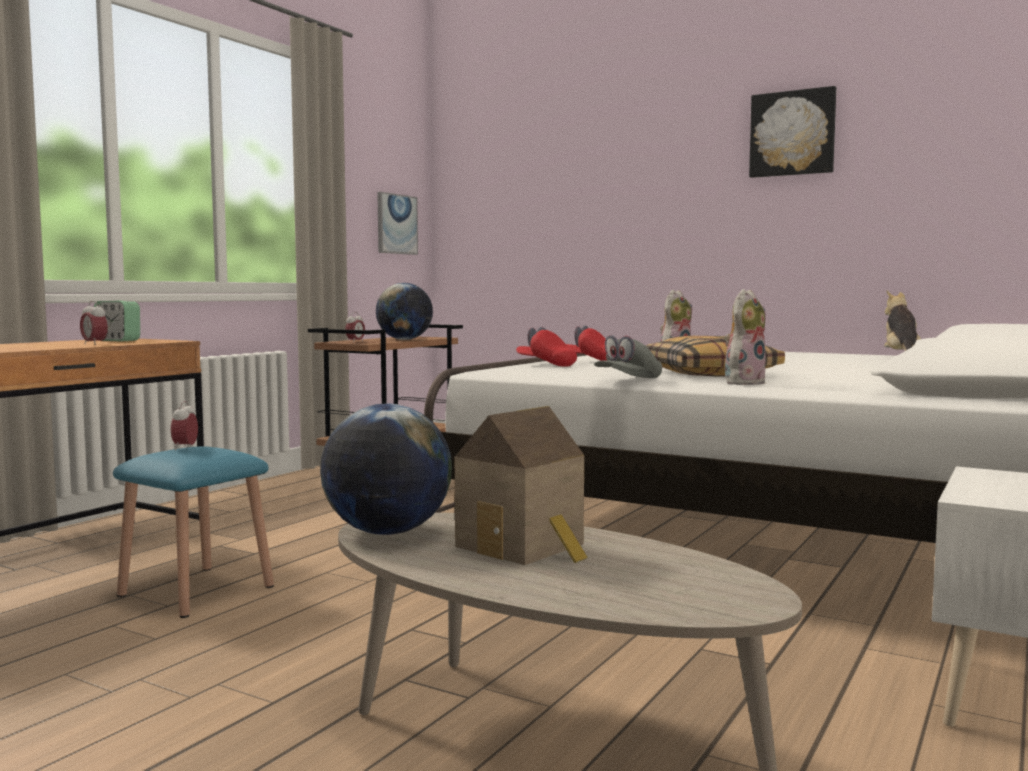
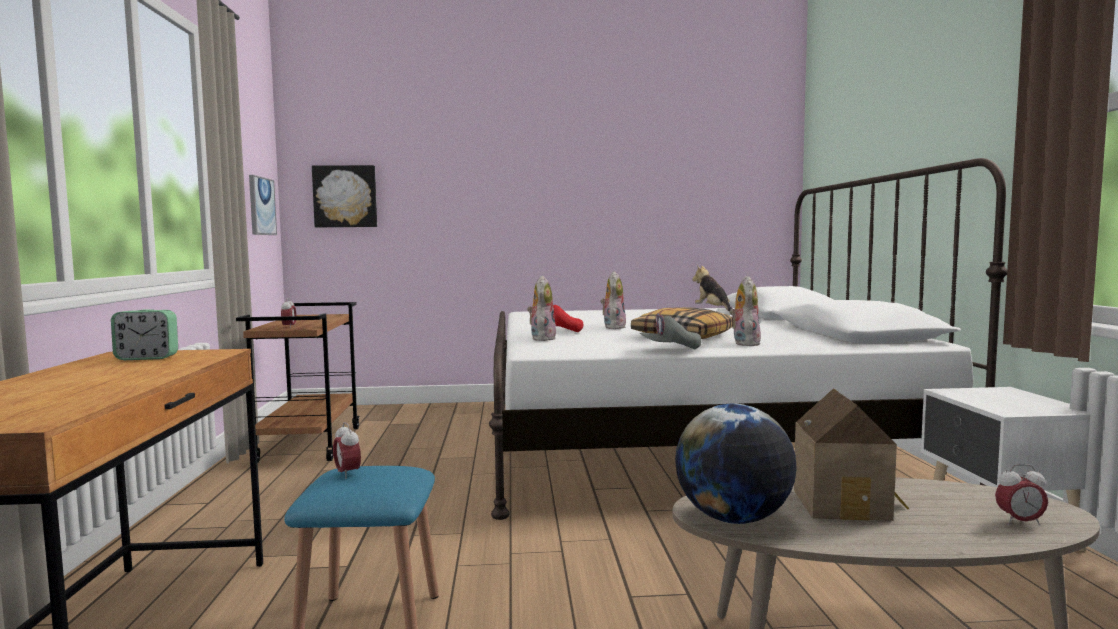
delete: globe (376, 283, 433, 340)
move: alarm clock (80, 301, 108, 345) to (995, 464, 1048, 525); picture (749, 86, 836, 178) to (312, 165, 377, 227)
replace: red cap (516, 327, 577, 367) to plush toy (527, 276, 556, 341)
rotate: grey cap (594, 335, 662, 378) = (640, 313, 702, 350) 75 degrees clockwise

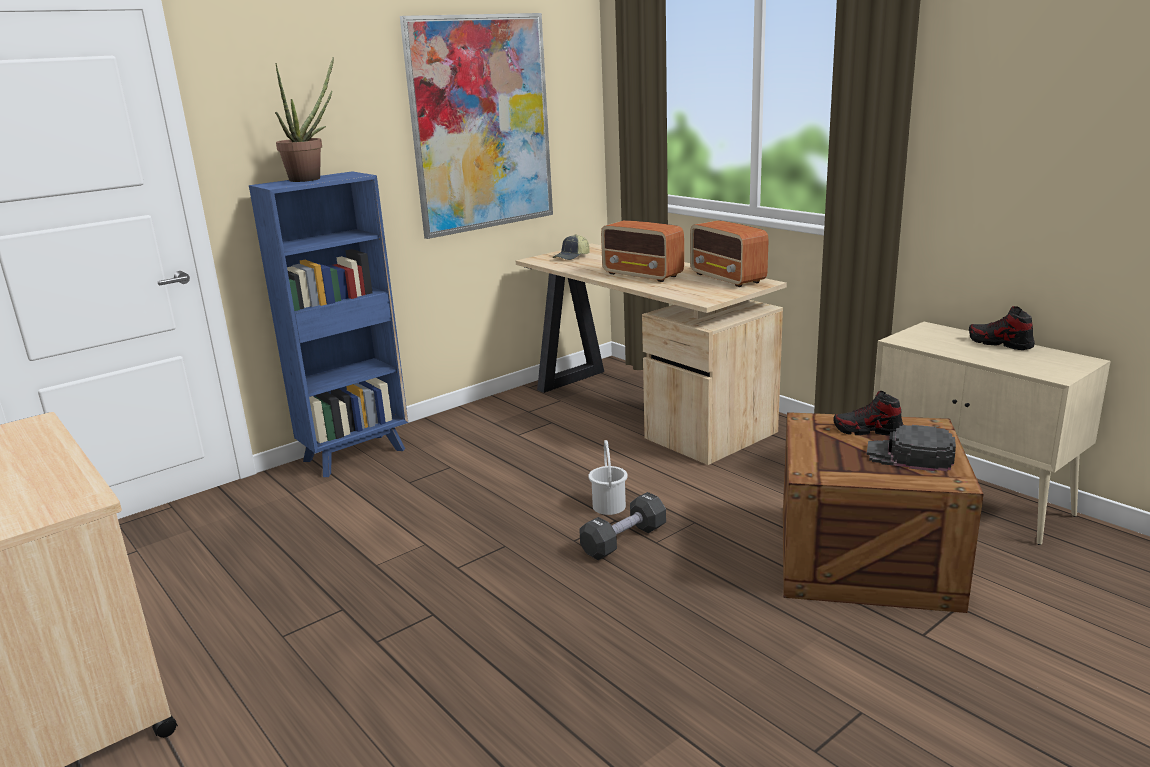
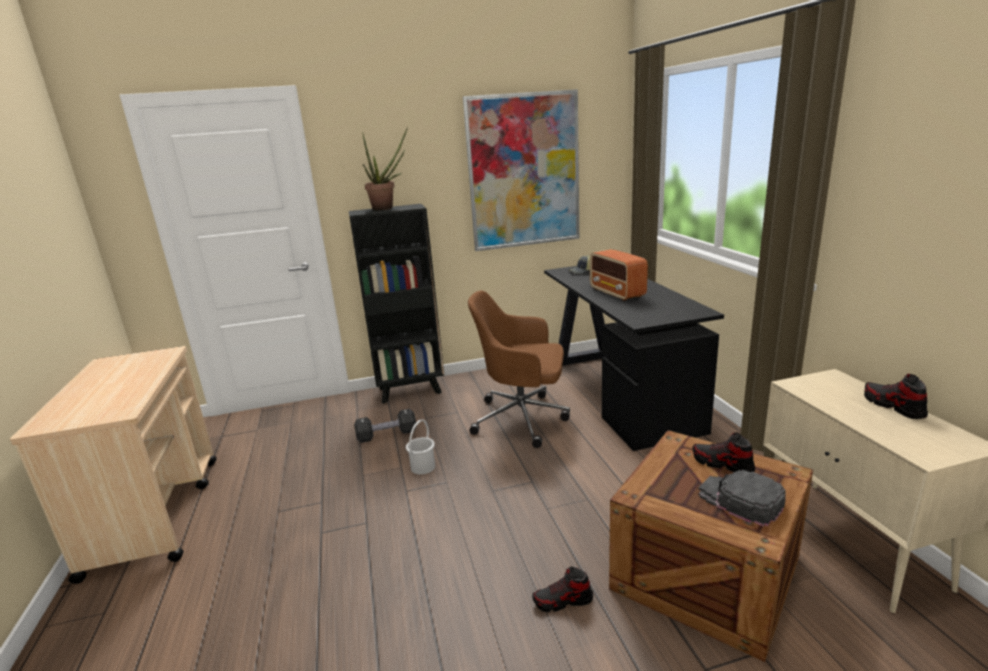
delete: radio (690, 220, 769, 287)
insert: brown office chair (468, 290, 570, 448); shoe (532, 567, 593, 612)
move: black dumbbell (580, 492, 666, 560) to (354, 409, 416, 443); white bucket (589, 440, 628, 515) to (406, 419, 435, 475)
recolor: blue bookcase (249, 172, 408, 477) to black bookcase (349, 204, 444, 404); beige desk (516, 243, 787, 465) to black desk (544, 266, 724, 451)

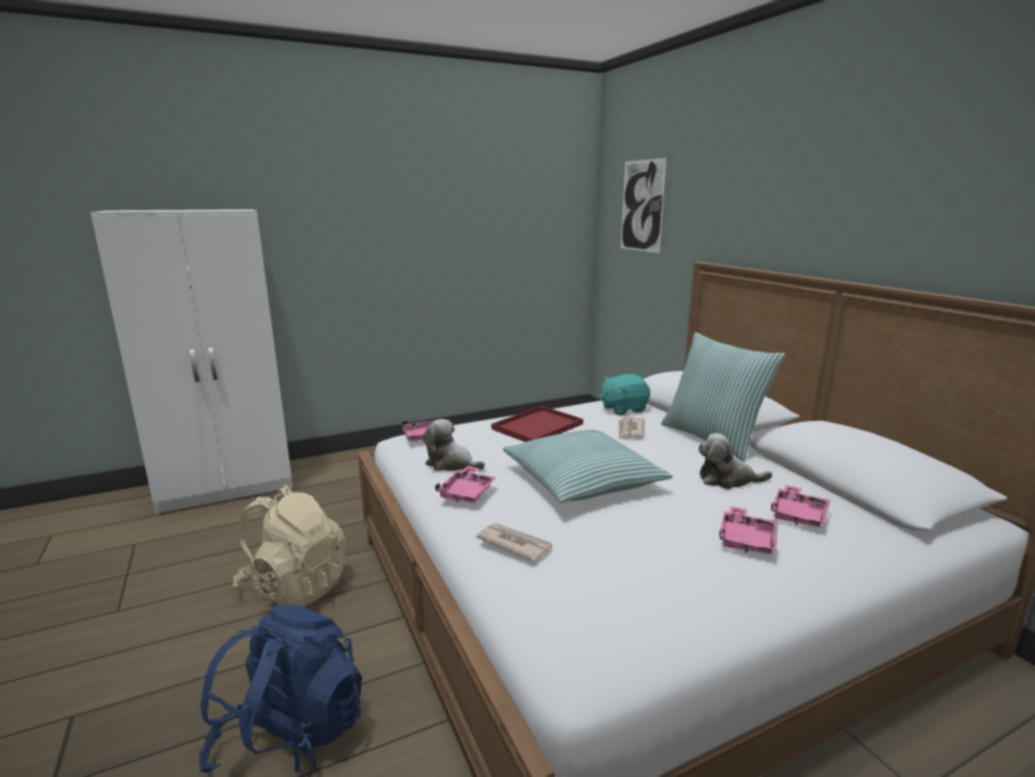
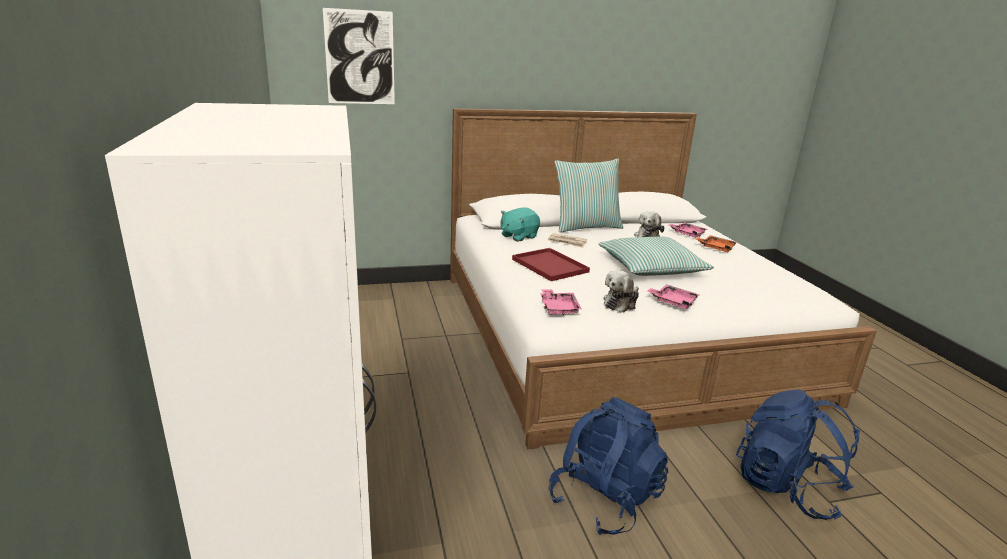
delete: newspaper (476, 523, 552, 562)
recolor: beige backpack (233, 485, 345, 607) to blue backpack (548, 397, 668, 535); pink tray (719, 506, 778, 554) to orange tray (695, 235, 737, 252)
rotate: turquoise plush toy (600, 374, 650, 415) = (500, 208, 540, 242) 60 degrees clockwise

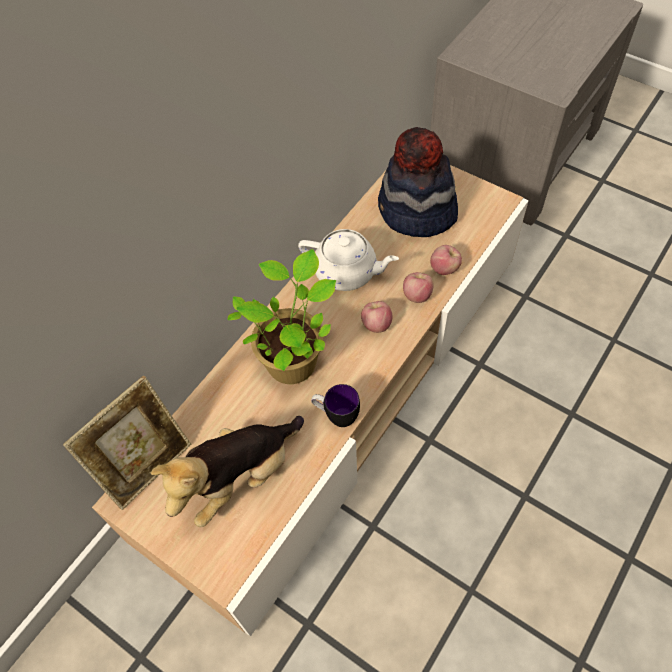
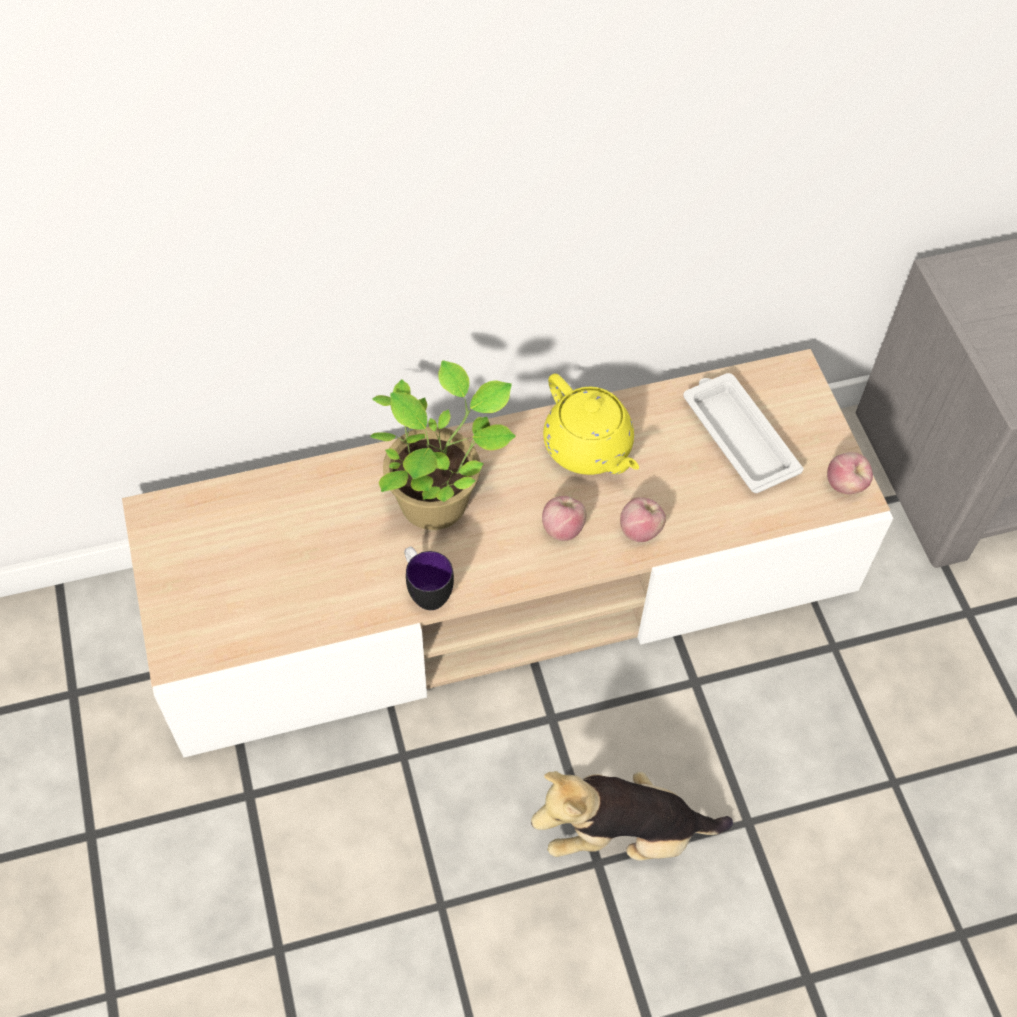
delete: picture frame (63, 376, 191, 510)
move: plush toy (151, 416, 304, 527) to (531, 771, 733, 861); apple (430, 245, 462, 275) to (827, 452, 873, 494)
replace: hat (378, 127, 458, 237) to white tray (683, 373, 804, 493)
recolor: white teapot (298, 229, 399, 291) to yellow teapot (543, 374, 639, 475)

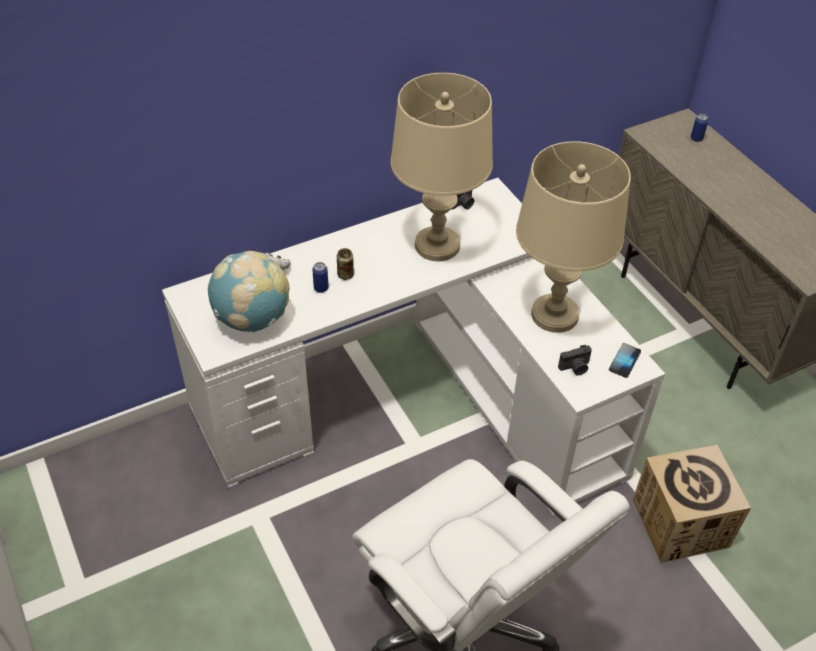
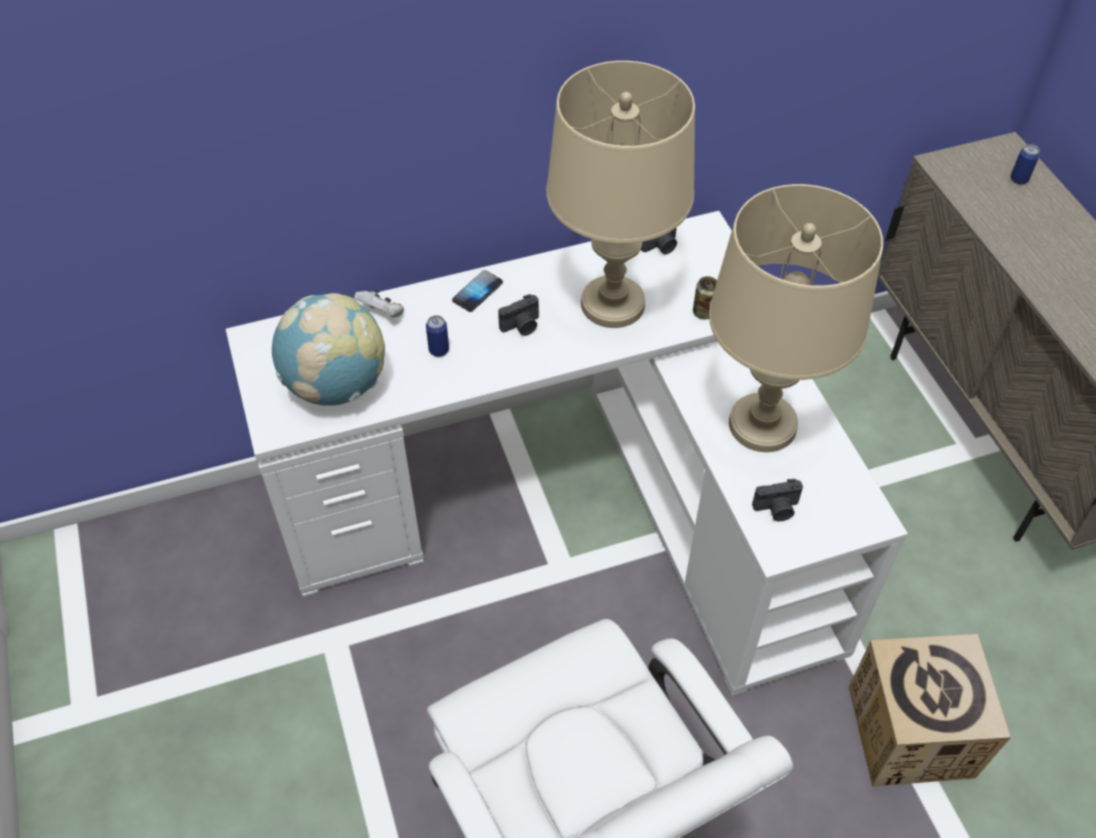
insert: photo camera (498, 294, 539, 336)
move: can (337, 248, 354, 280) to (693, 276, 717, 319); phone (609, 343, 641, 378) to (452, 270, 503, 312)

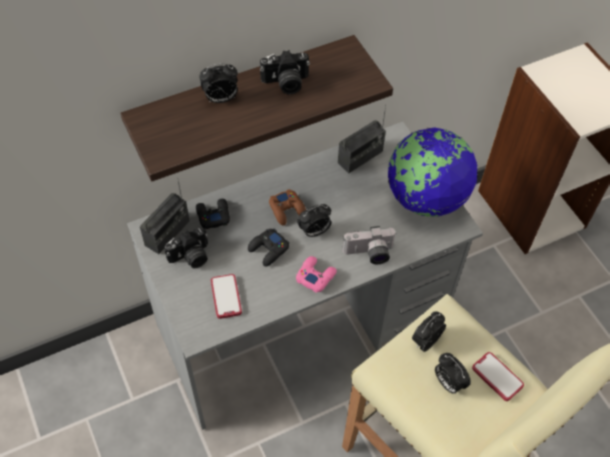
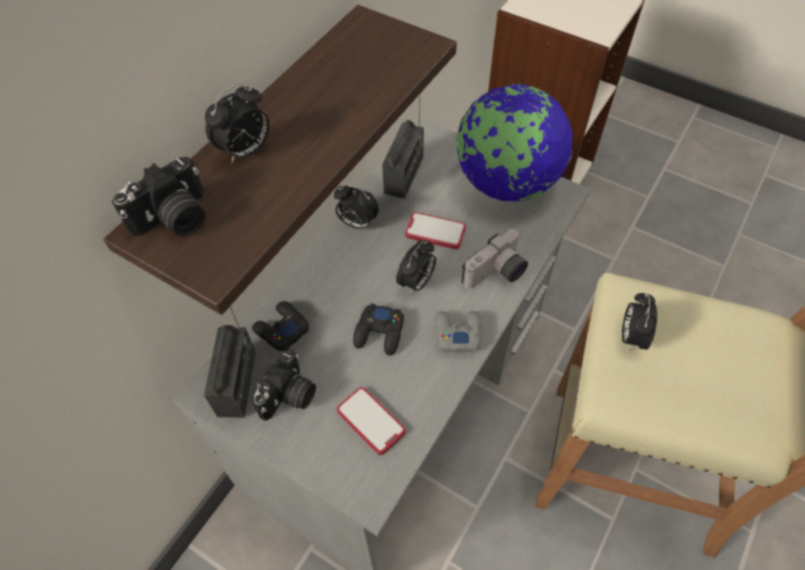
delete: brown game controller (269, 189, 306, 225)
move: photo camera (260, 50, 310, 95) to (112, 157, 205, 236); alarm clock (435, 353, 471, 394) to (334, 184, 379, 229); phone (472, 352, 524, 401) to (405, 212, 466, 249)
recolor: pink game controller (296, 256, 337, 293) to grey game controller (435, 311, 481, 352)

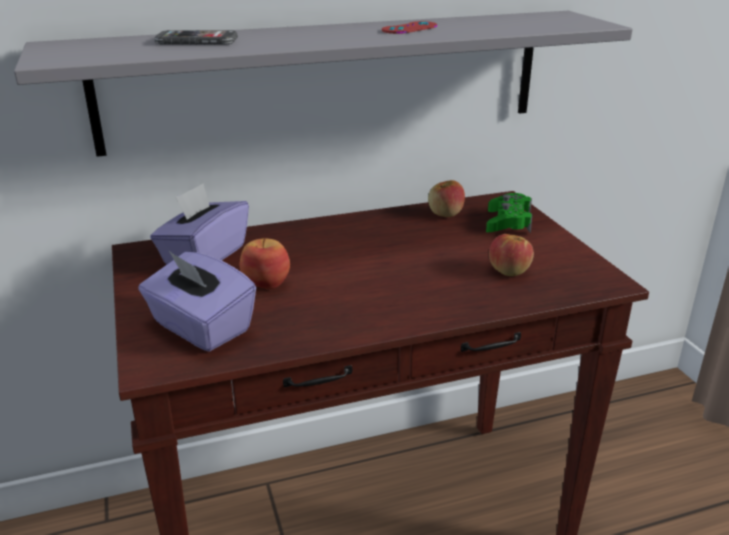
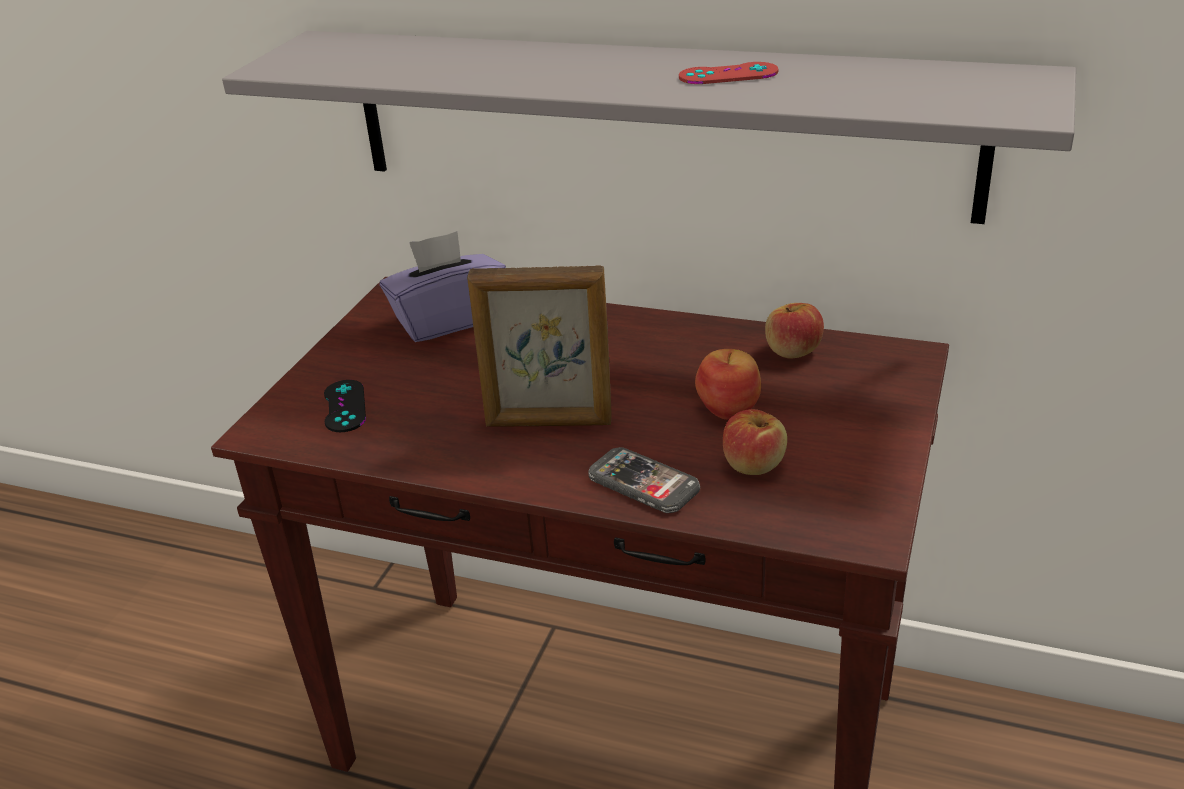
delete: green game controller (486, 193, 532, 234)
insert: picture frame (467, 265, 612, 427)
move: phone (154, 30, 238, 45) to (588, 447, 700, 513); apple (239, 238, 290, 289) to (695, 349, 761, 420)
replace: purple tissue box (138, 250, 256, 352) to black game controller (324, 380, 366, 432)

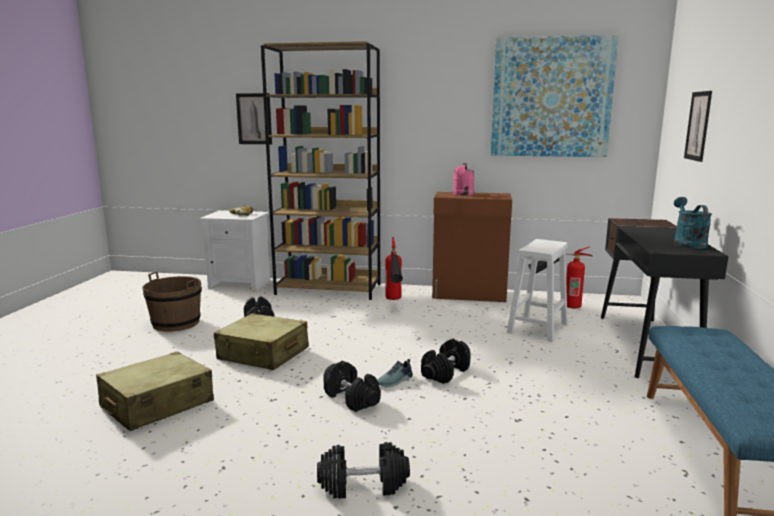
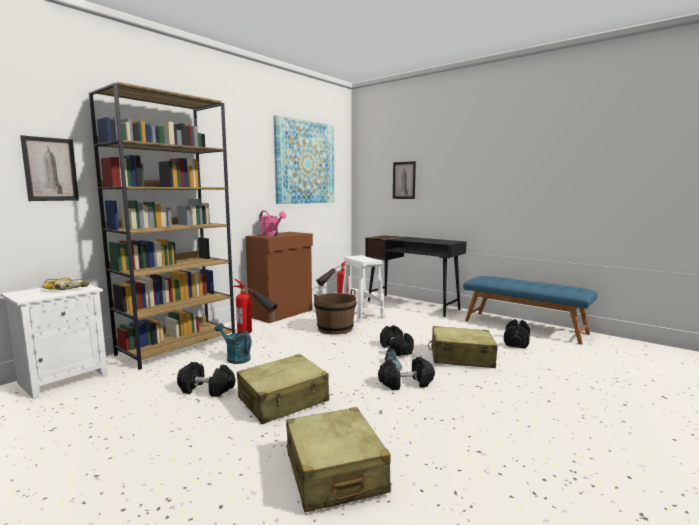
insert: beige suitcase (428, 326, 498, 368)
move: brown bucket (142, 272, 202, 332) to (314, 289, 356, 335); black dumbbell (317, 442, 410, 498) to (504, 319, 530, 348); turquoise watering can (674, 197, 712, 249) to (215, 323, 252, 364)

